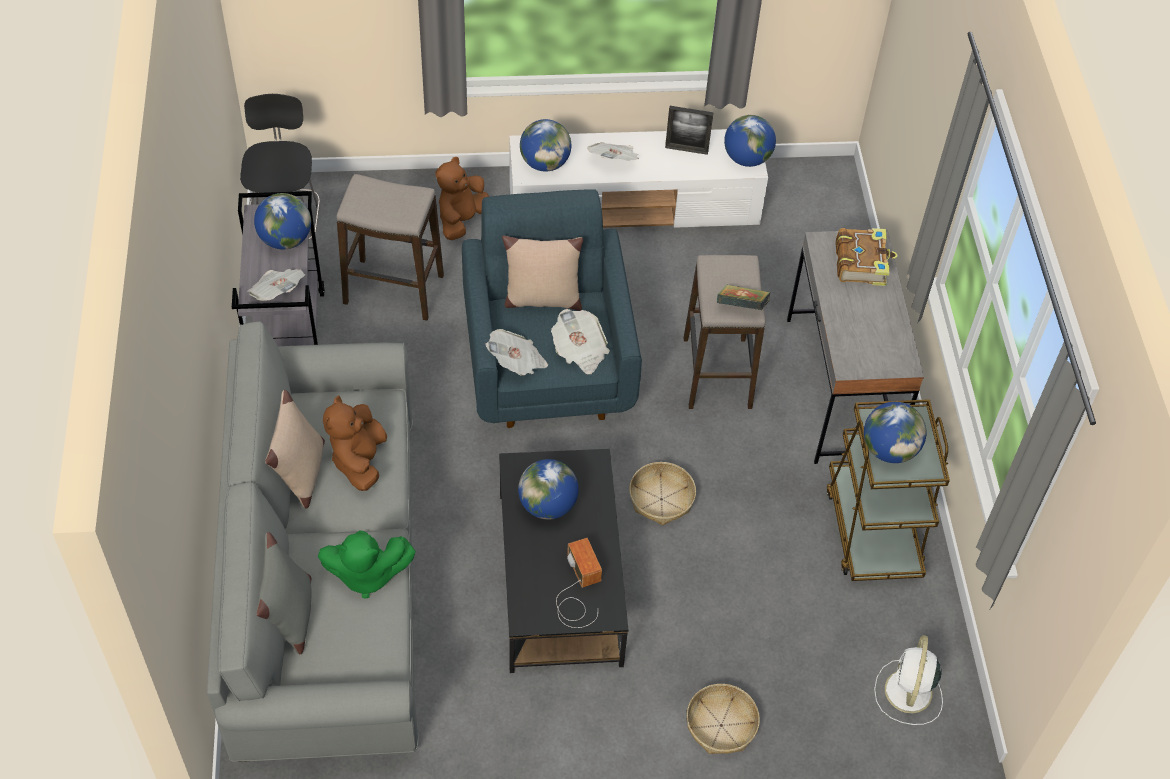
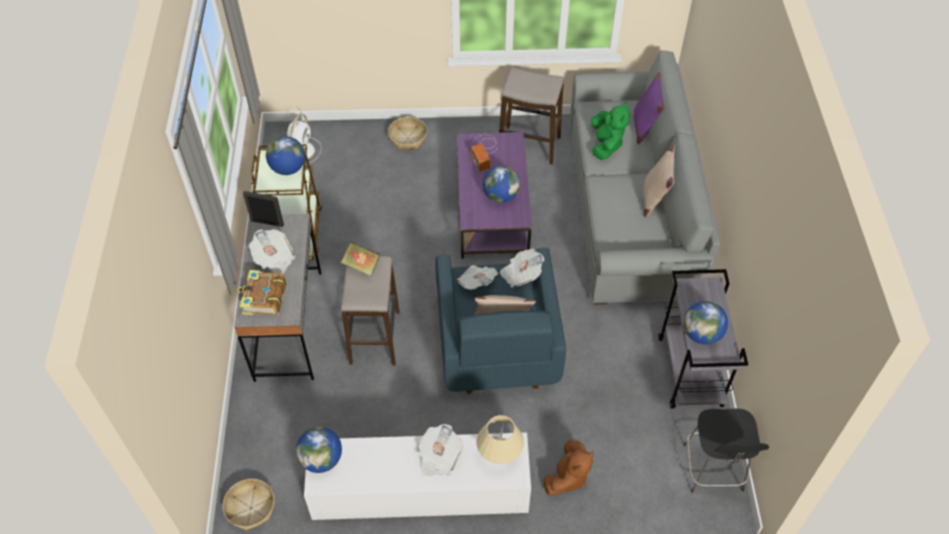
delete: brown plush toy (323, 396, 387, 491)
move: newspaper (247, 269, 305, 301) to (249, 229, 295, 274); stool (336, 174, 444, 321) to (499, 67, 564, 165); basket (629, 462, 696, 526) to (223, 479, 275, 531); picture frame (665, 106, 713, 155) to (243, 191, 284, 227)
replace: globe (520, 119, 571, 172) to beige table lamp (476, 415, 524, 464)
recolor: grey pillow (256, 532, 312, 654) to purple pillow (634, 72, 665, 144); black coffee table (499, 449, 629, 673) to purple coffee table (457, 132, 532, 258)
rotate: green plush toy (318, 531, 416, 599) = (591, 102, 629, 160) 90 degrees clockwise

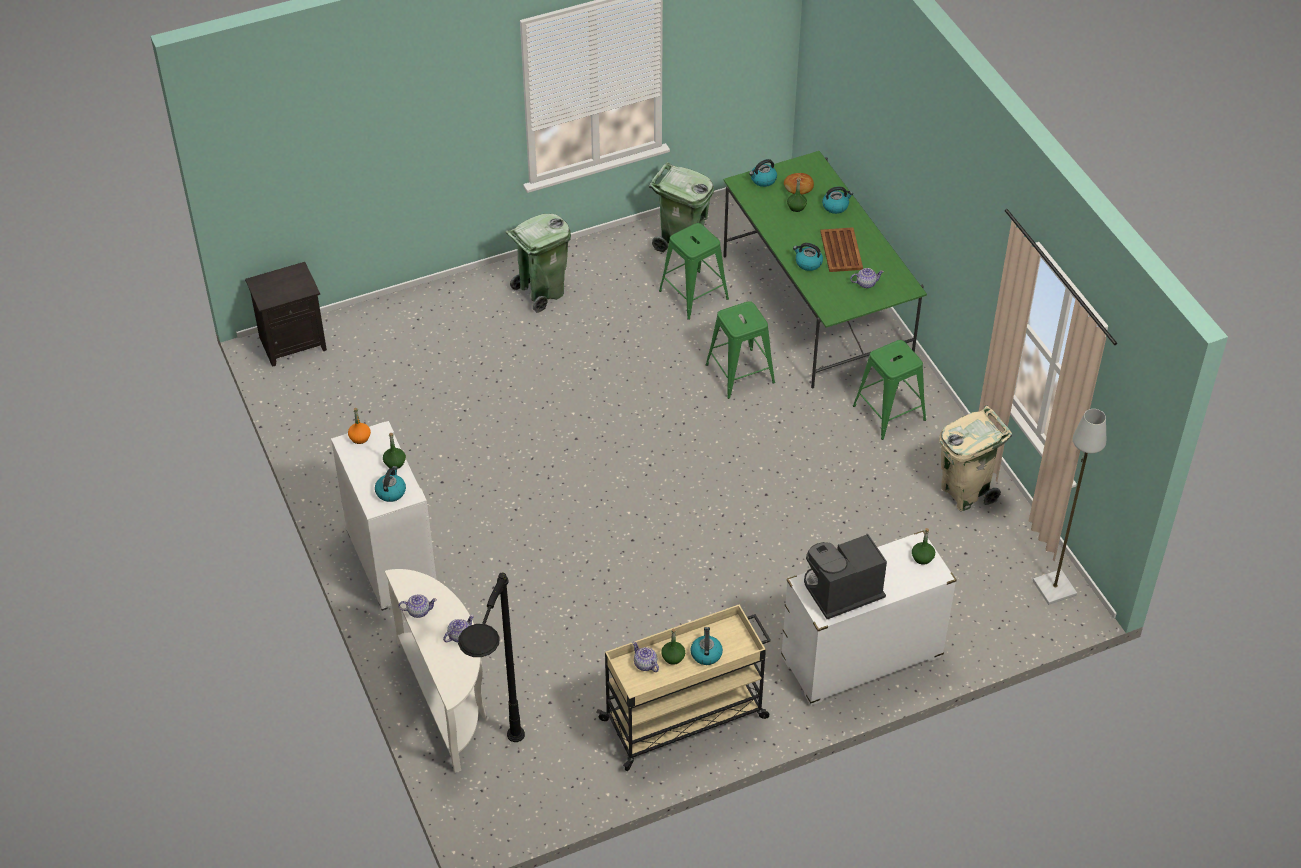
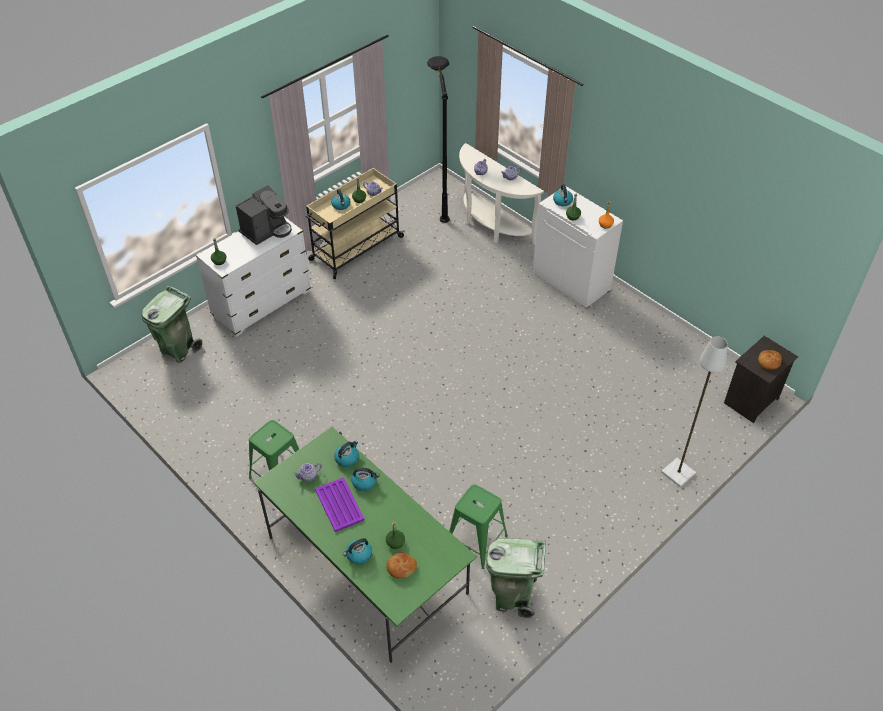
delete: green stool (706, 301, 775, 399); beige trash can (939, 405, 1012, 511)
insert: bread (758, 350, 782, 370)
move: green trash can (505, 214, 571, 313) to (142, 285, 203, 363); kettle (749, 159, 777, 187) to (334, 440, 359, 467); grey floor lamp (1033, 409, 1106, 605) to (661, 336, 728, 488)
recolor: brown tray (820, 227, 863, 272) to purple tray (315, 477, 365, 532)

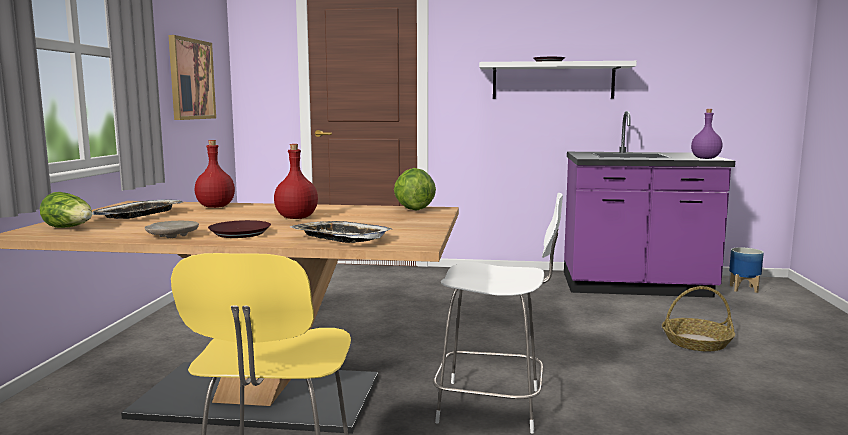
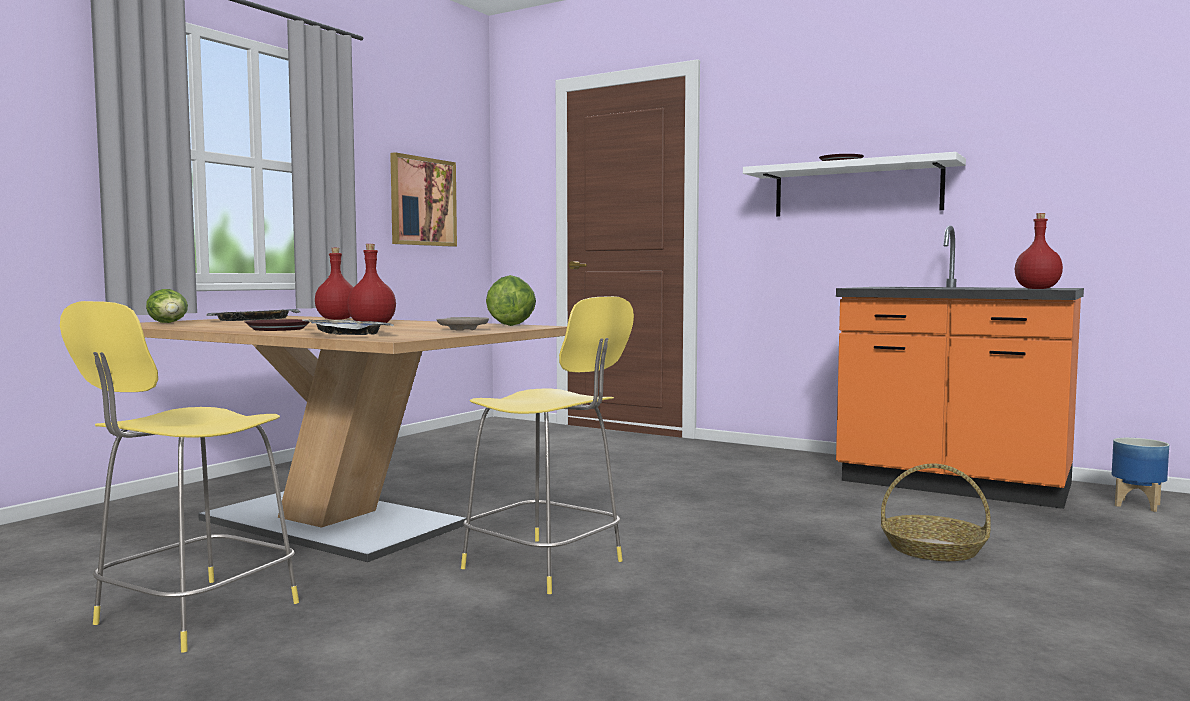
move: beige plate (144, 221, 199, 238) to (436, 317, 489, 331)
recolor: white stool (433, 193, 563, 433) to yellow stool (461, 296, 634, 594); purple counter (564, 111, 735, 298) to orange counter (836, 226, 1084, 509); purple bottle (691, 109, 722, 159) to red bottle (1015, 213, 1063, 289)

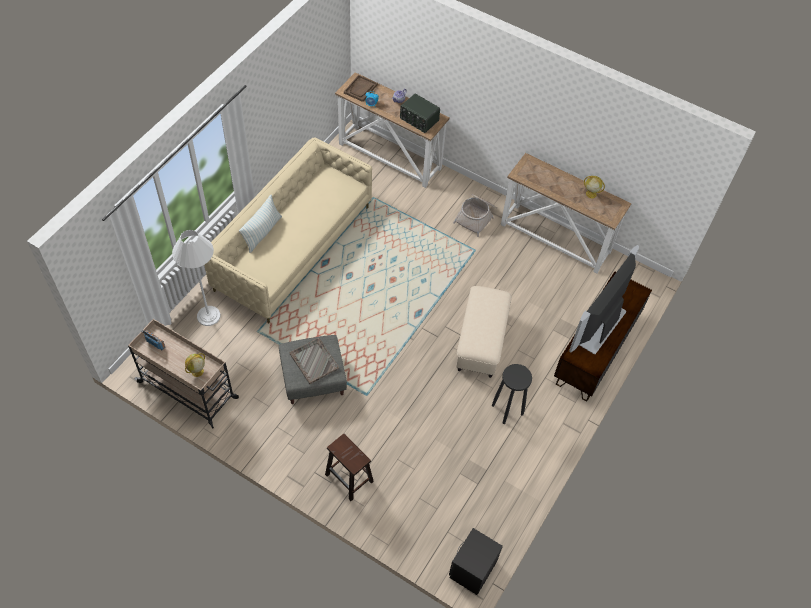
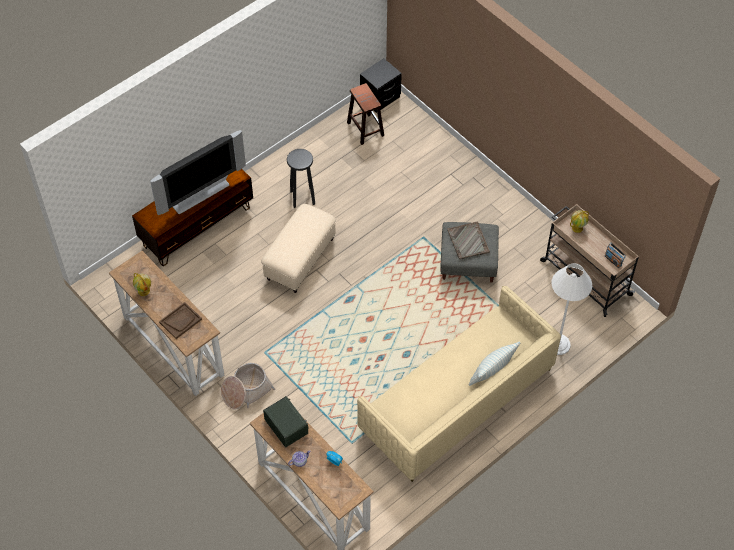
move: brown stool (325, 434, 374, 501) to (347, 83, 384, 145); brown tray (344, 75, 378, 102) to (159, 302, 202, 339)

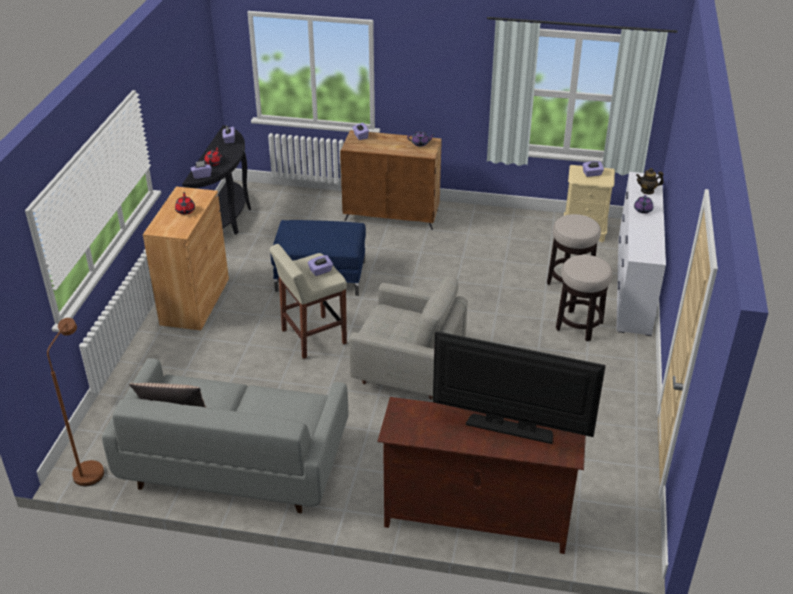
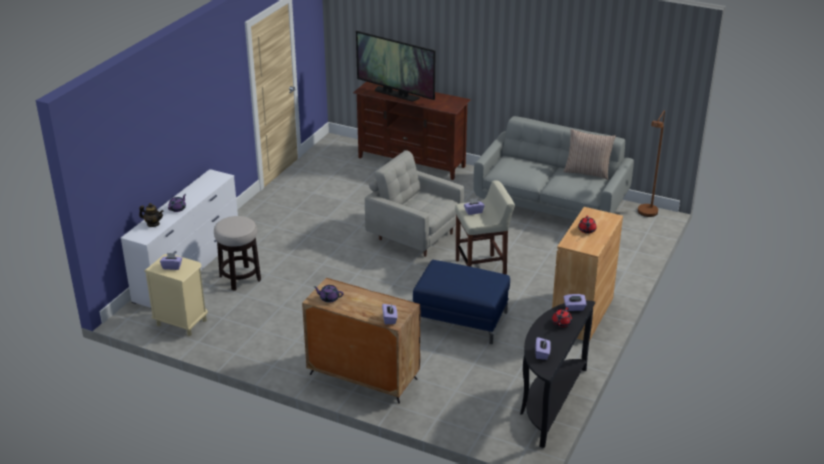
delete: stool (556, 255, 613, 341)

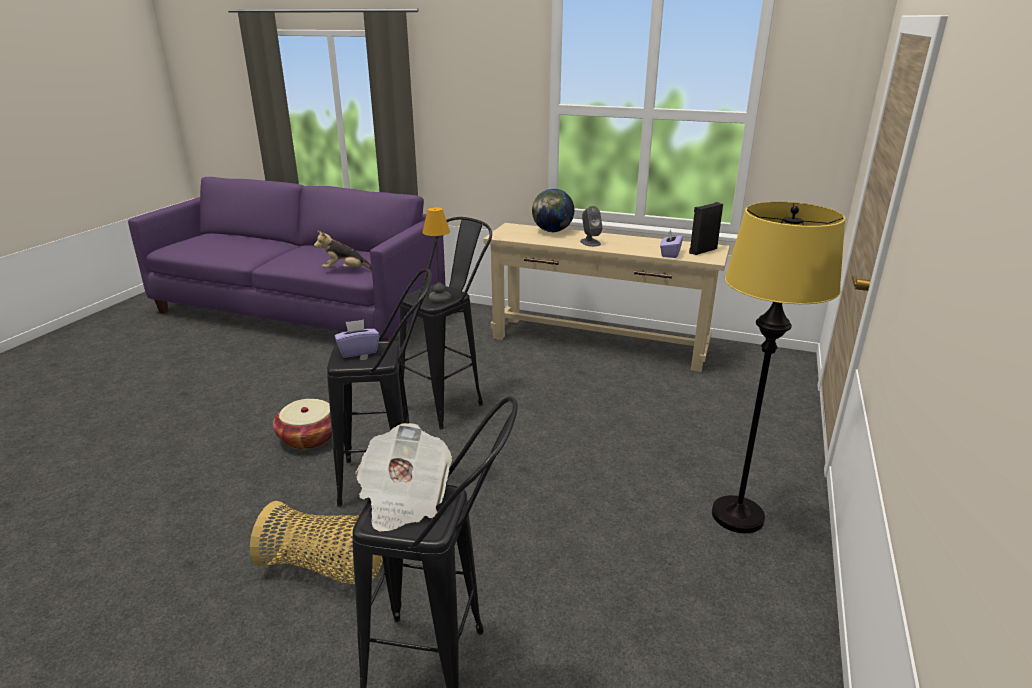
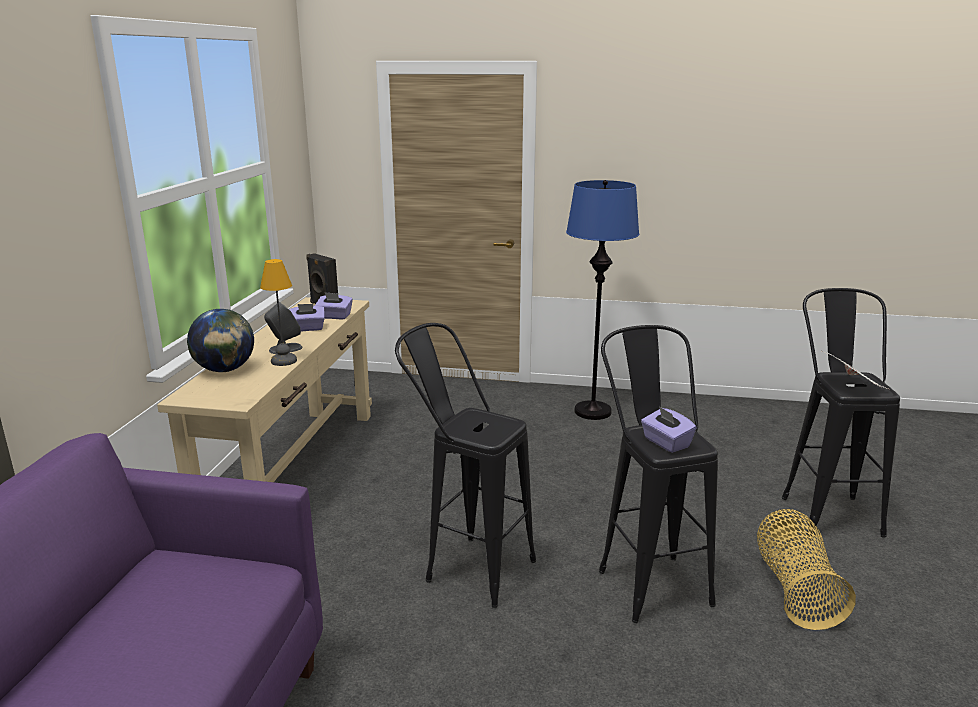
delete: basket (273, 399, 332, 449); plush toy (314, 231, 371, 269)
insert: purple tissue box (289, 304, 325, 332)
move: table lamp (422, 207, 451, 303) to (260, 259, 297, 366)
recolor: yellow floor lamp (712, 202, 845, 533) to blue floor lamp (566, 180, 639, 420)

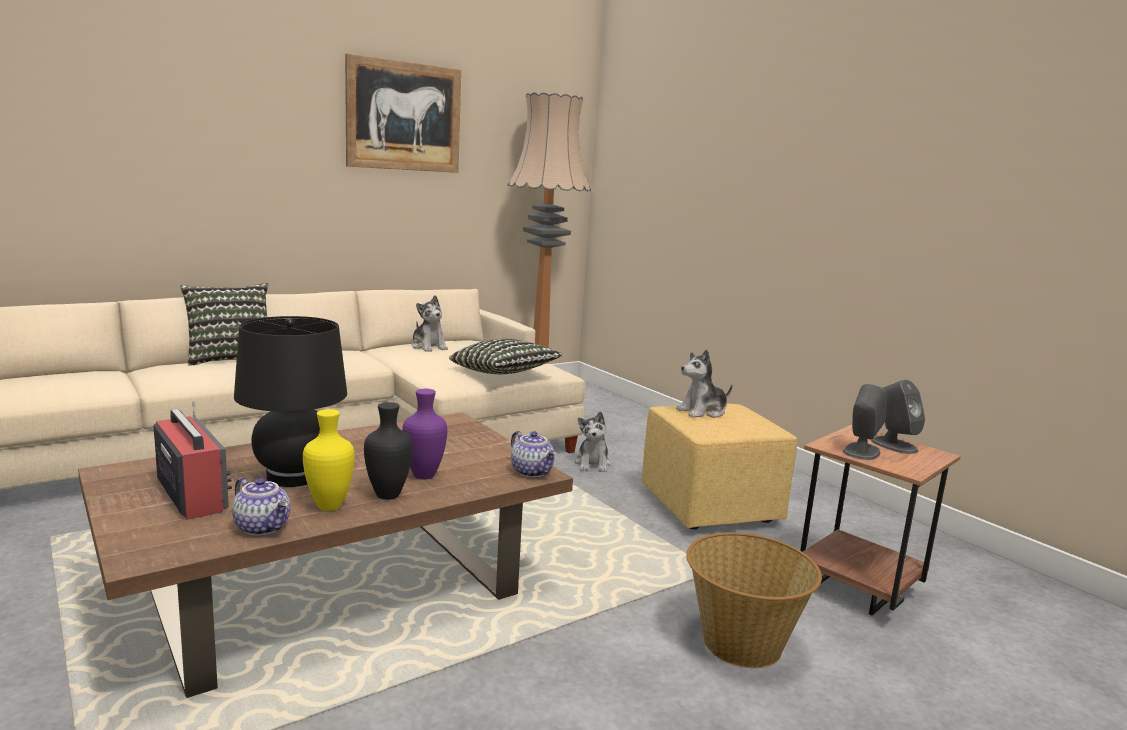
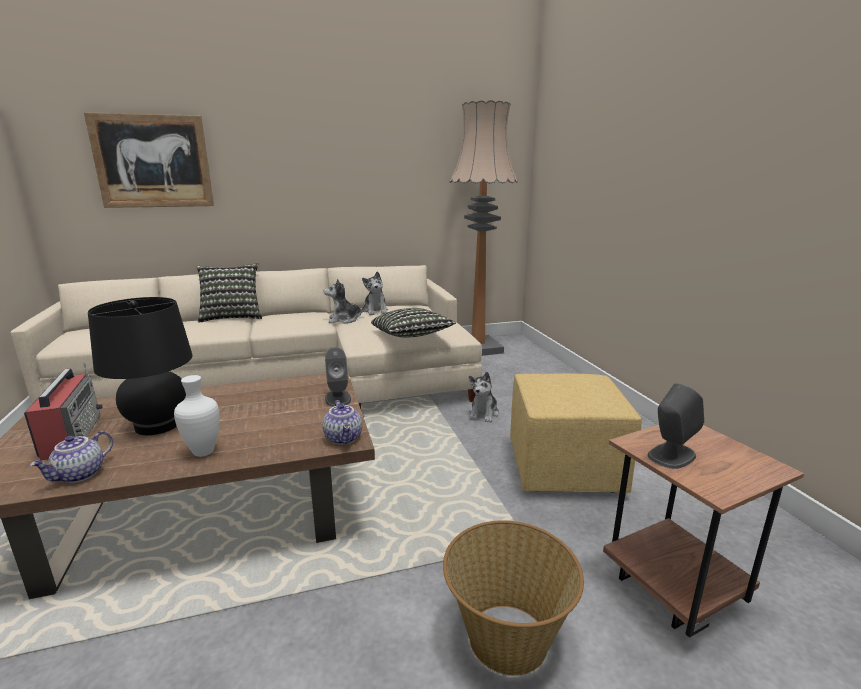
delete: yellow vase (303, 409, 354, 511); purple vase (402, 389, 447, 480)
move: picture (345, 54, 461, 173) to (84, 112, 214, 208); plush toy (676, 349, 733, 418) to (324, 279, 366, 324); grey speaker (871, 379, 925, 454) to (325, 347, 351, 407)
recolor: black vase (364, 402, 413, 500) to white vase (174, 375, 220, 457)
rotate: teapot (232, 478, 290, 536) = (30, 431, 113, 483) 60 degrees clockwise

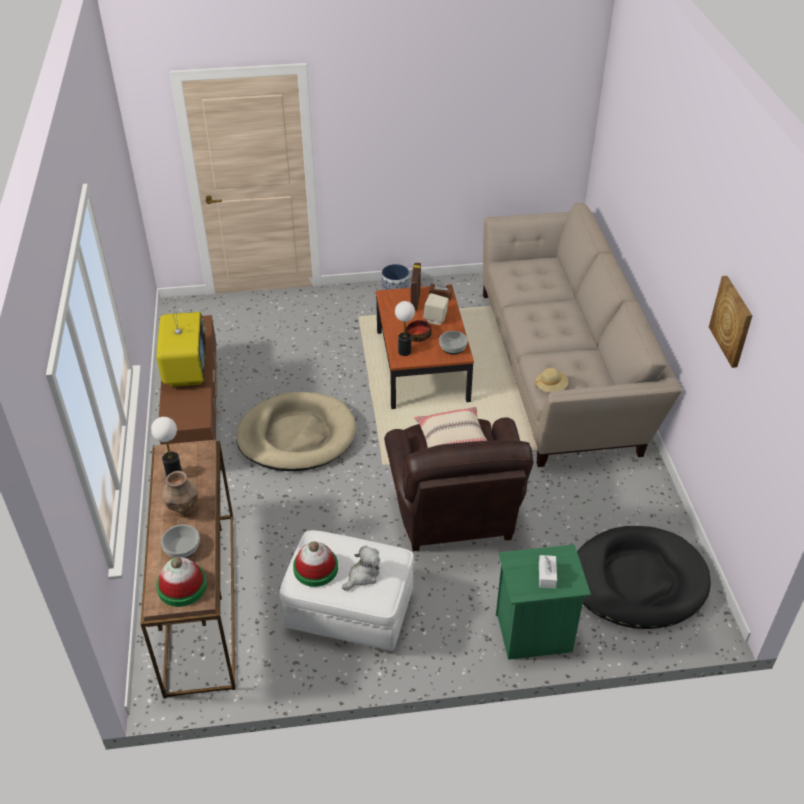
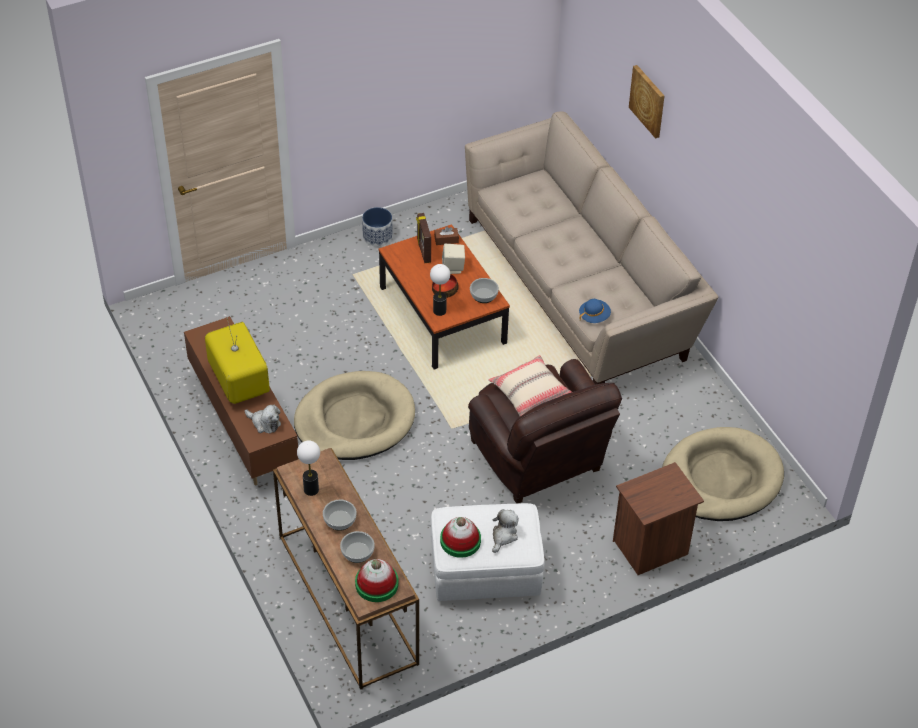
delete: white tissue box (539, 555, 557, 588)
insert: plush toy (245, 405, 281, 433)
move: picture (709, 276, 752, 368) to (629, 65, 664, 139)
replace: brown vase (163, 471, 198, 517) to bowl (323, 500, 357, 531)
recolor: green nightstand (496, 544, 591, 660) to brown nightstand (613, 462, 704, 575); beige hat (535, 368, 568, 392) to blue hat (579, 299, 611, 323); black dog bed (577, 526, 711, 629) to beige dog bed (662, 427, 784, 521)

